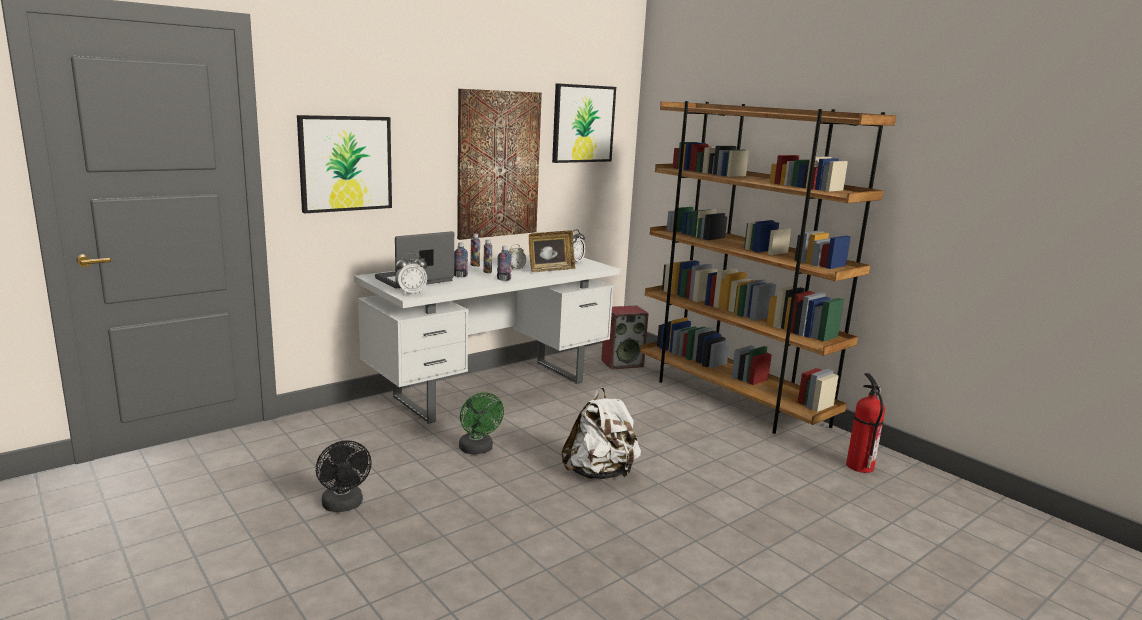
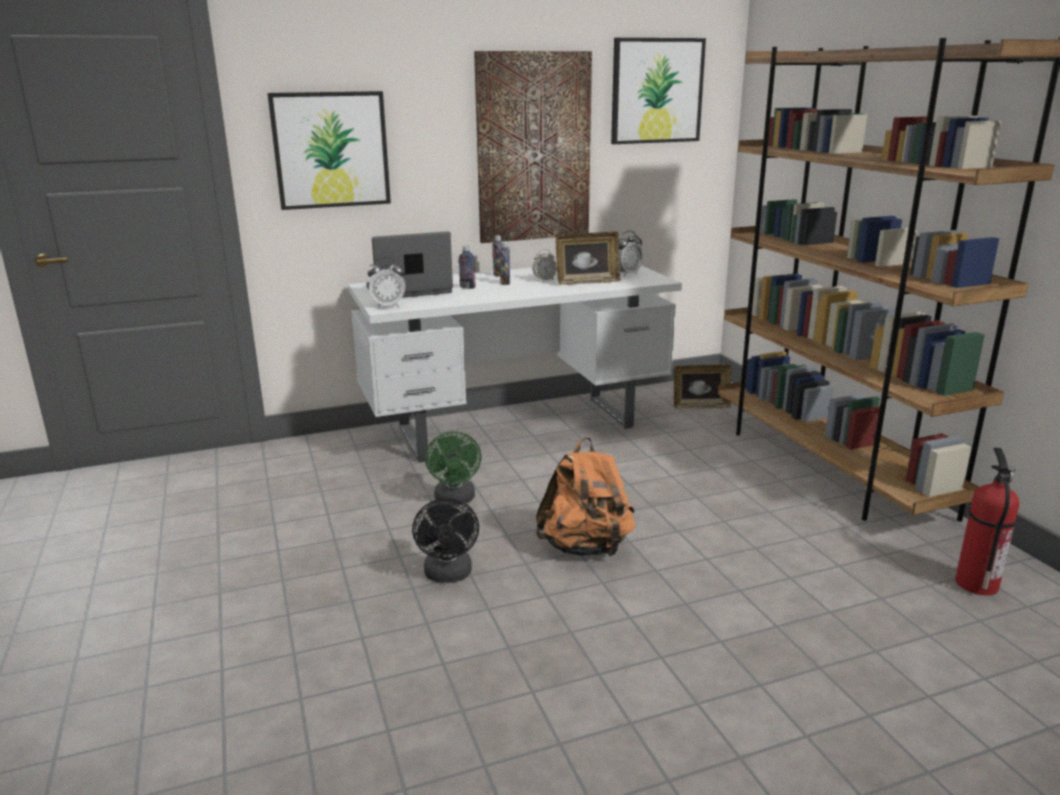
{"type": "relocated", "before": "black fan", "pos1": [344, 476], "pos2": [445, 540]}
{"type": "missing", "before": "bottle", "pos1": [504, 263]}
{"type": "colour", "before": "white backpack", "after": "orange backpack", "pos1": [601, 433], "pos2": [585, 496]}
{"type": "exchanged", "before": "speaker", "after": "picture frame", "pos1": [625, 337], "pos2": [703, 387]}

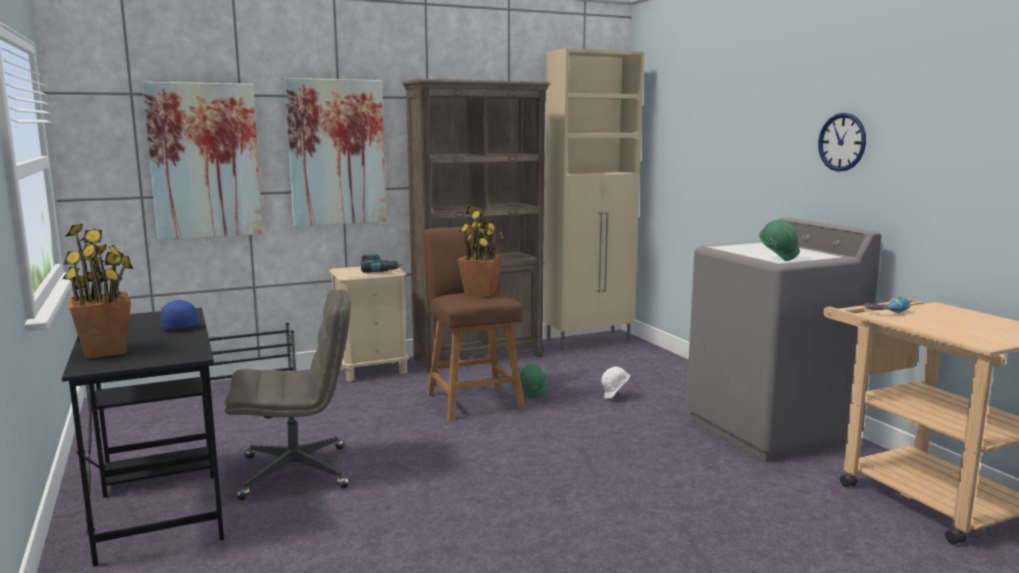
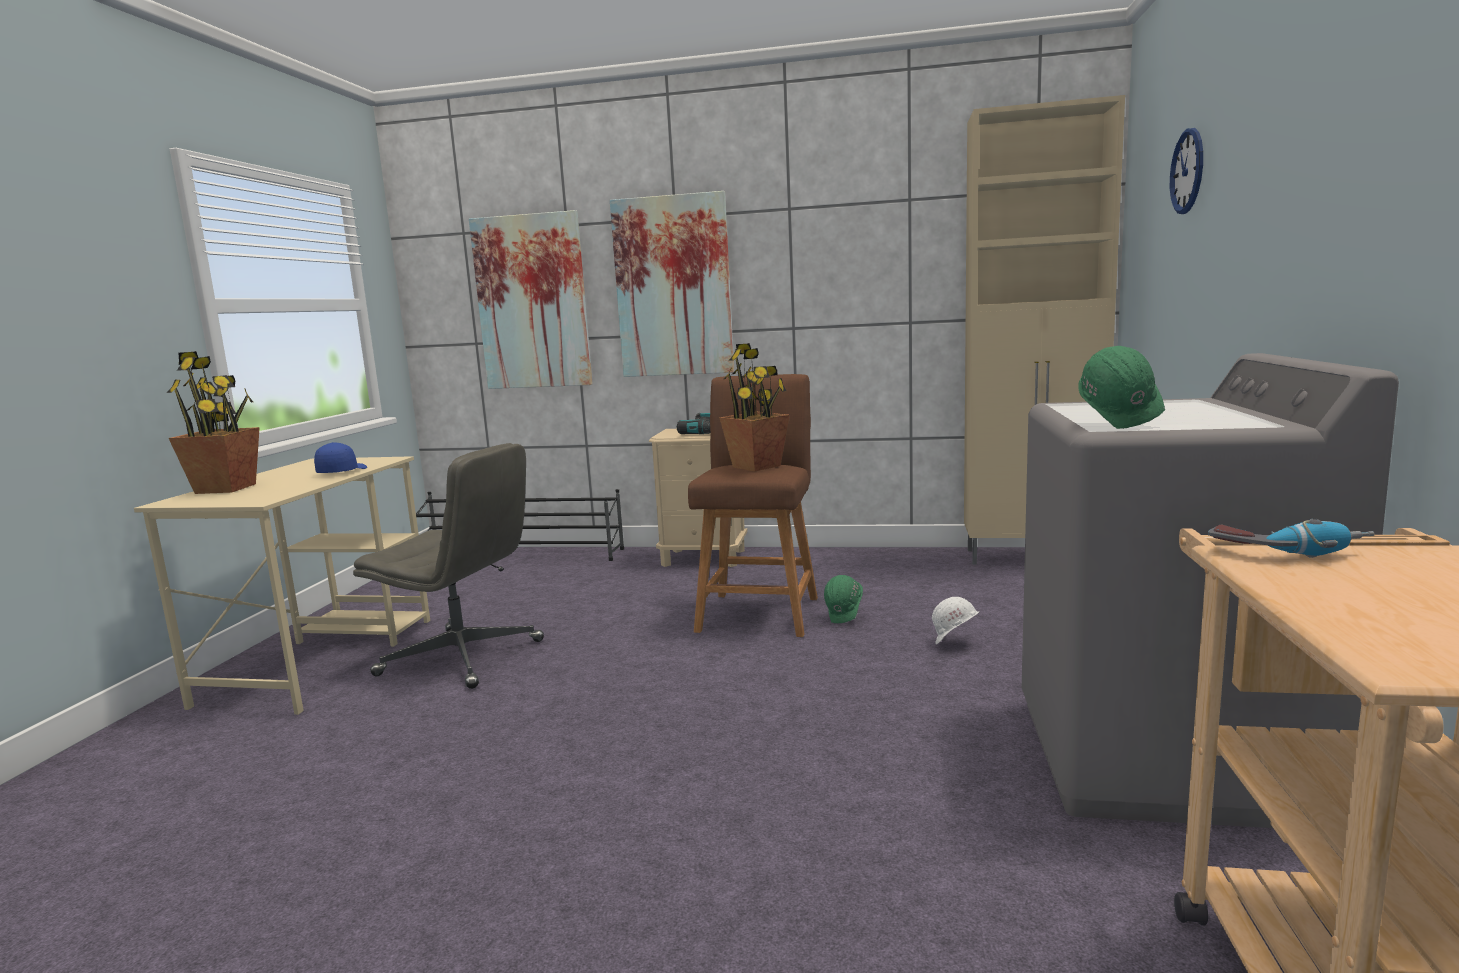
{"type": "colour", "before": "black desk", "after": "beige desk", "pos1": [143, 437], "pos2": [282, 585]}
{"type": "missing", "before": "brown bookcase", "pos1": [476, 225]}
{"type": "relocated", "before": "wall clock", "pos1": [842, 142], "pos2": [1186, 171]}

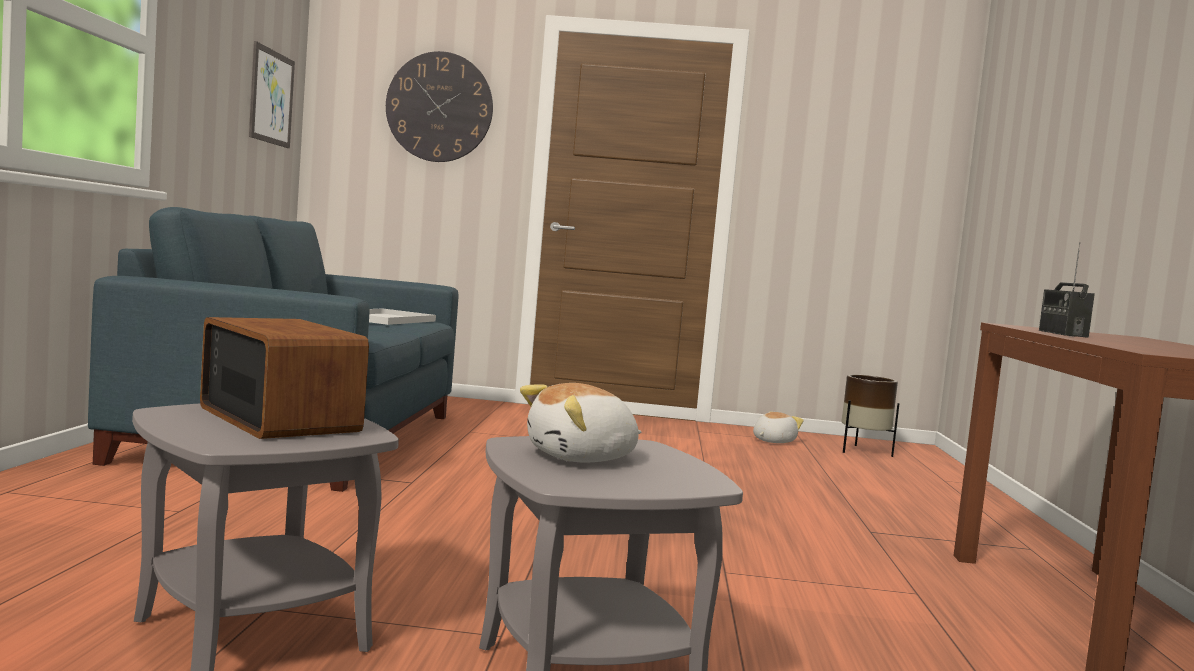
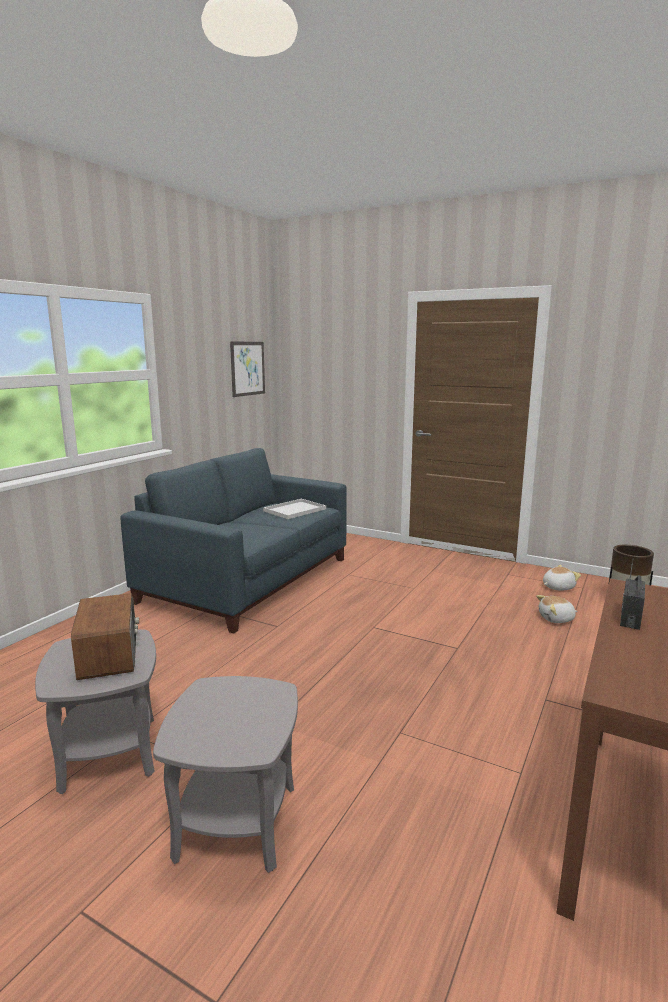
{"type": "missing", "before": "wall clock", "pos1": [439, 106]}
{"type": "relocated", "before": "plush toy", "pos1": [580, 423], "pos2": [557, 609]}

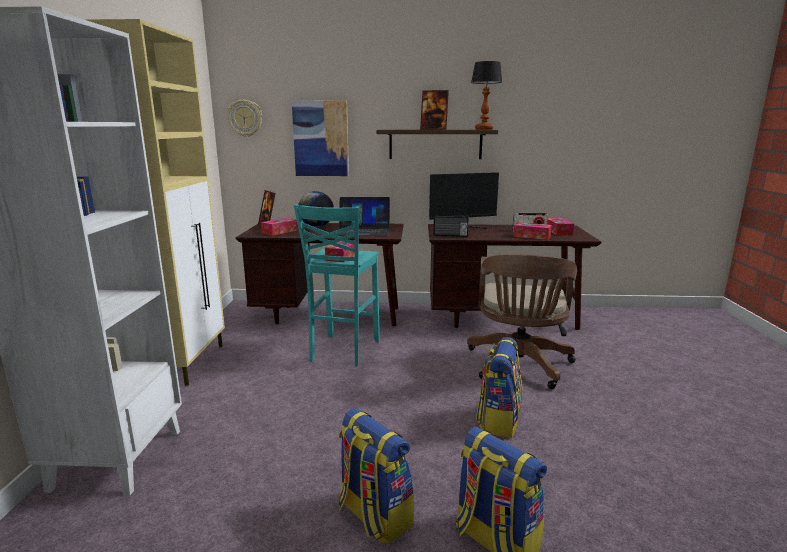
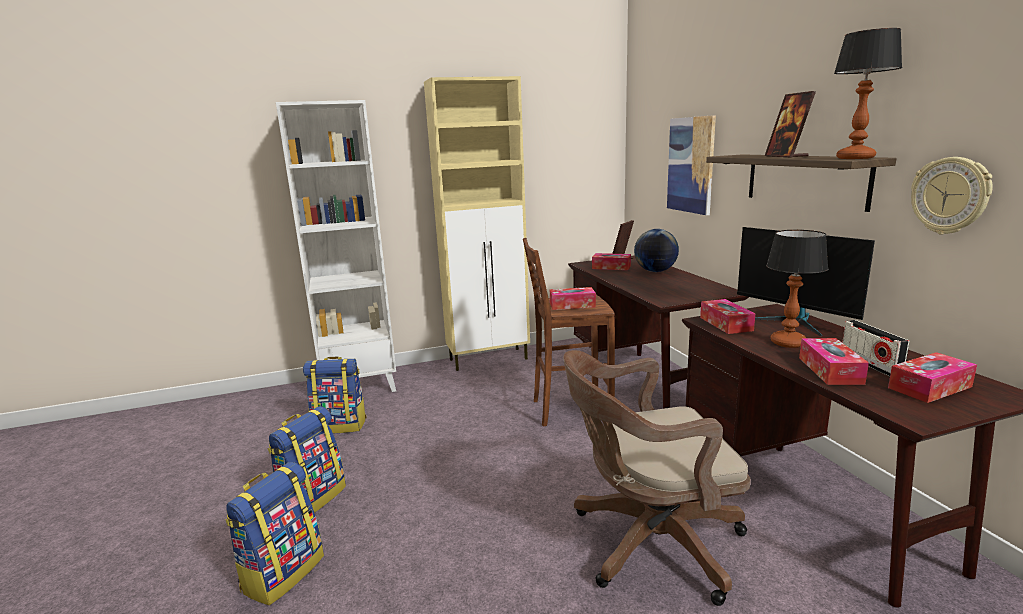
{"type": "relocated", "before": "wall clock", "pos1": [244, 118], "pos2": [952, 196]}
{"type": "colour", "before": "turquoise stool", "after": "brown stool", "pos1": [337, 285], "pos2": [569, 332]}
{"type": "missing", "before": "laptop", "pos1": [363, 216]}
{"type": "exchanged", "before": "radio", "after": "tissue box", "pos1": [451, 226], "pos2": [728, 316]}
{"type": "relocated", "before": "backpack", "pos1": [499, 387], "pos2": [335, 395]}
{"type": "appeared", "after": "table lamp", "pos2": [797, 289]}

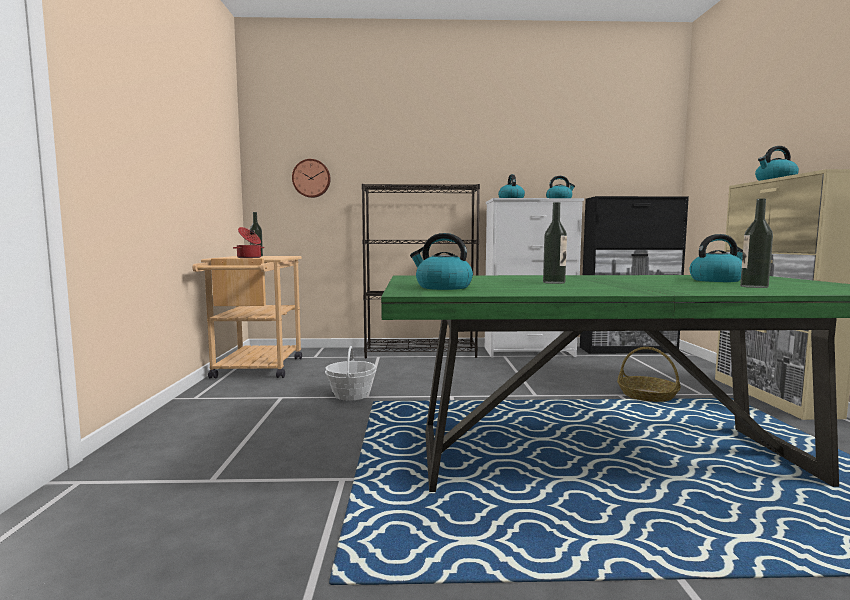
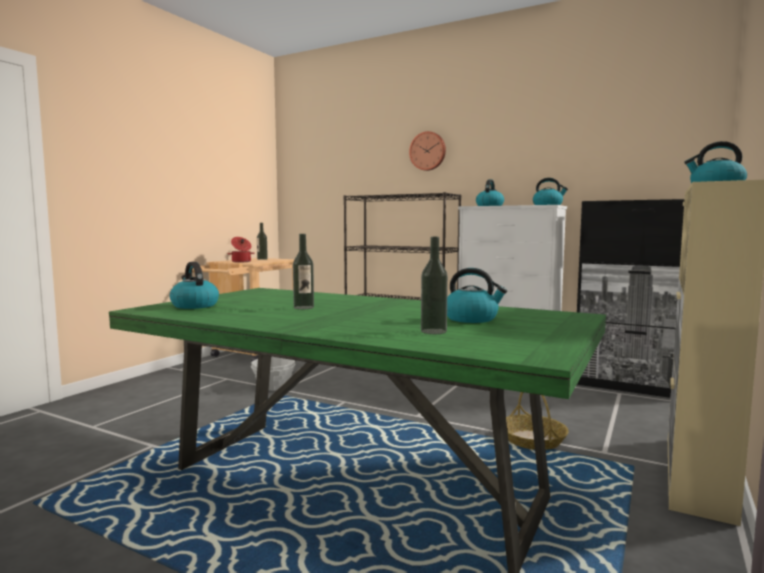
{"type": "relocated", "before": "wall clock", "pos1": [311, 178], "pos2": [427, 151]}

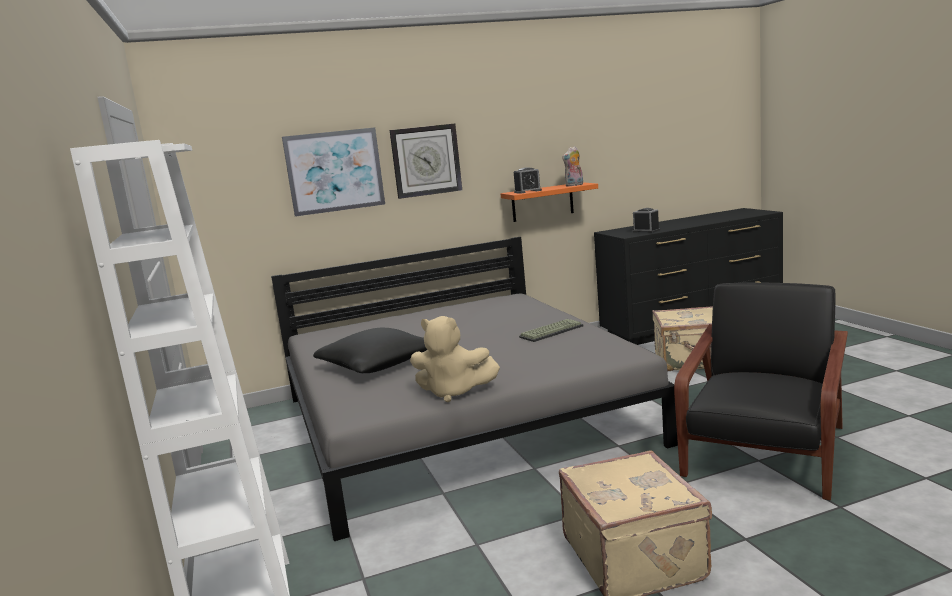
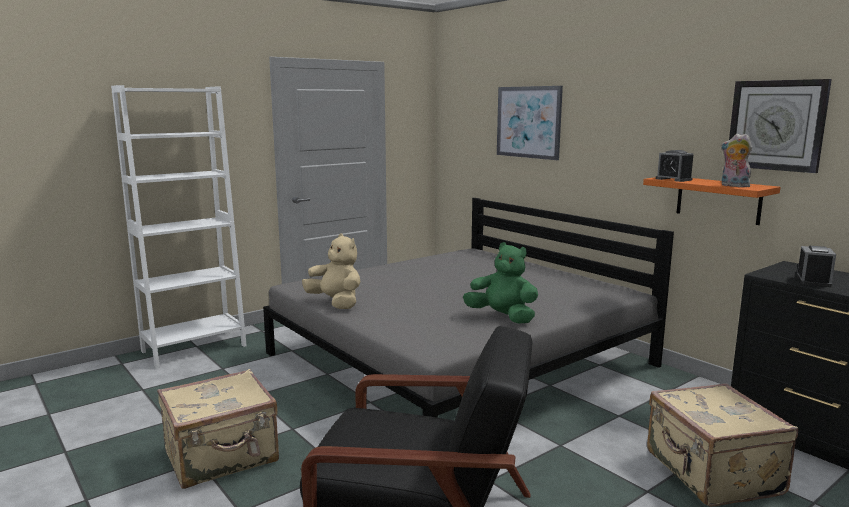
{"type": "missing", "before": "black pillow", "pos1": [370, 350]}
{"type": "relocated", "before": "wall clock", "pos1": [426, 161], "pos2": [780, 126]}
{"type": "spun", "before": "beige plush toy", "pos1": [455, 359], "pos2": [331, 271], "turn": 135}
{"type": "exchanged", "before": "keyboard", "after": "green plush toy", "pos1": [551, 330], "pos2": [500, 283]}

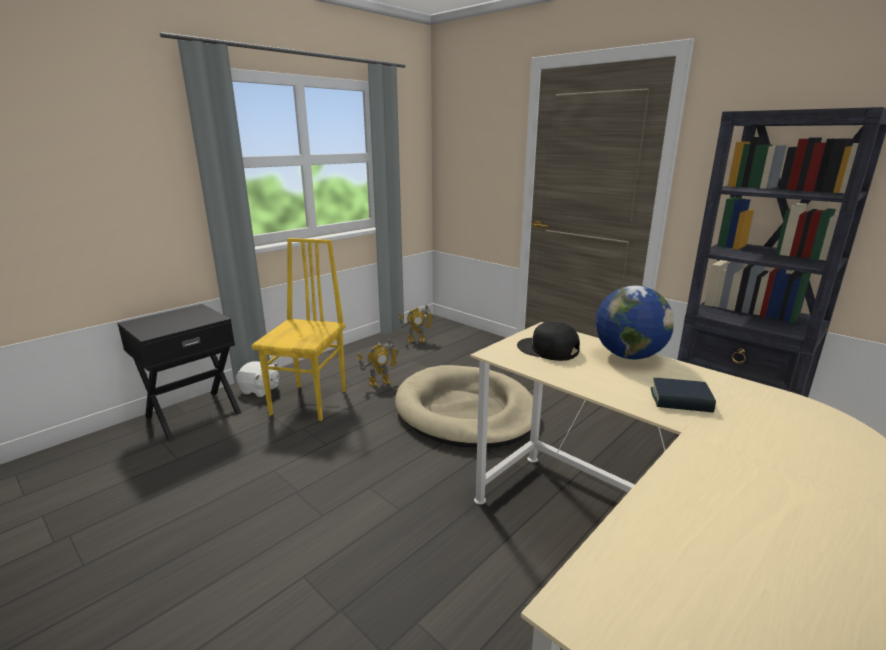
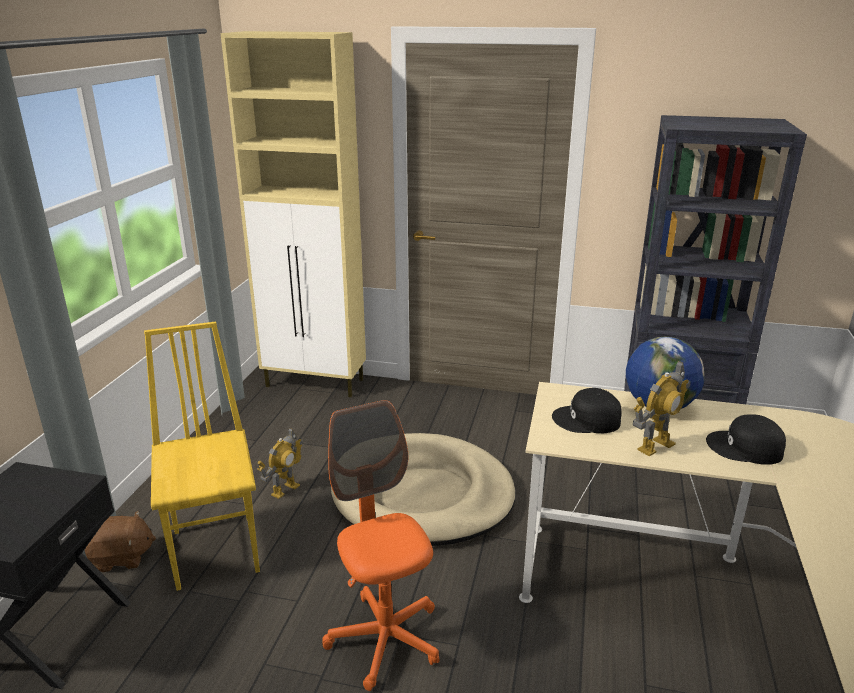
{"type": "colour", "before": "white plush toy", "after": "brown plush toy", "pos1": [257, 379], "pos2": [120, 541]}
{"type": "relocated", "before": "toy robot", "pos1": [416, 323], "pos2": [661, 408]}
{"type": "exchanged", "before": "book", "after": "black cap", "pos1": [683, 395], "pos2": [746, 439]}
{"type": "appeared", "after": "beige cabinet", "pos2": [293, 214]}
{"type": "appeared", "after": "orange office chair", "pos2": [380, 545]}

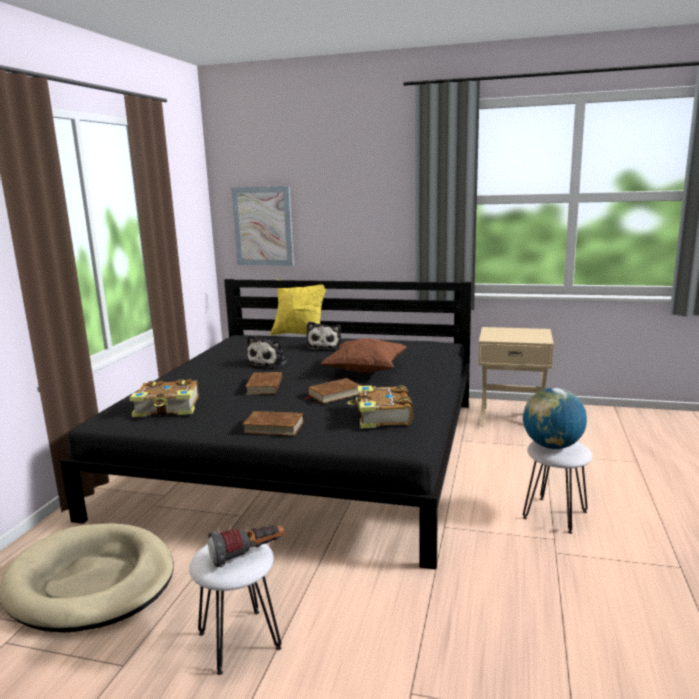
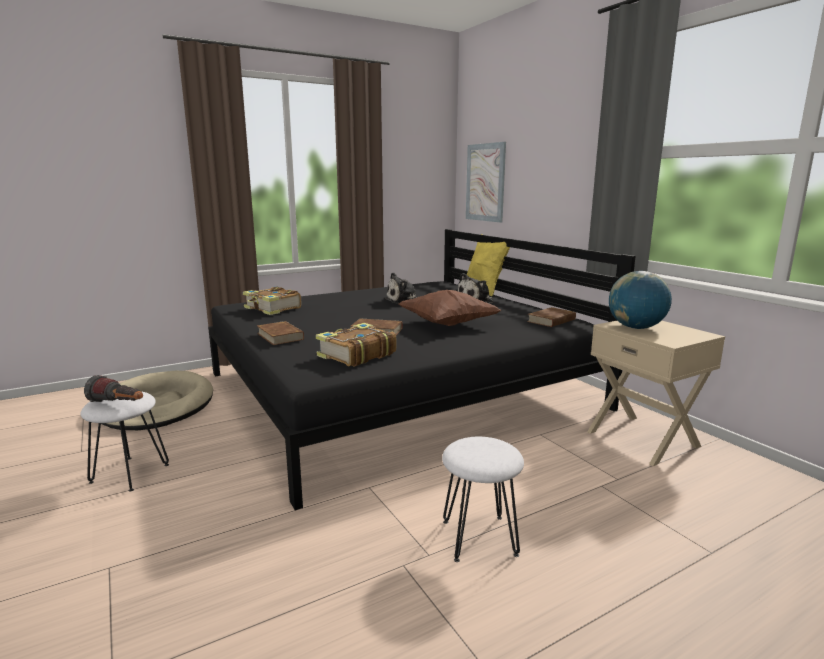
{"type": "relocated", "before": "brown book", "pos1": [263, 383], "pos2": [551, 317]}
{"type": "relocated", "before": "globe", "pos1": [555, 418], "pos2": [640, 300]}

